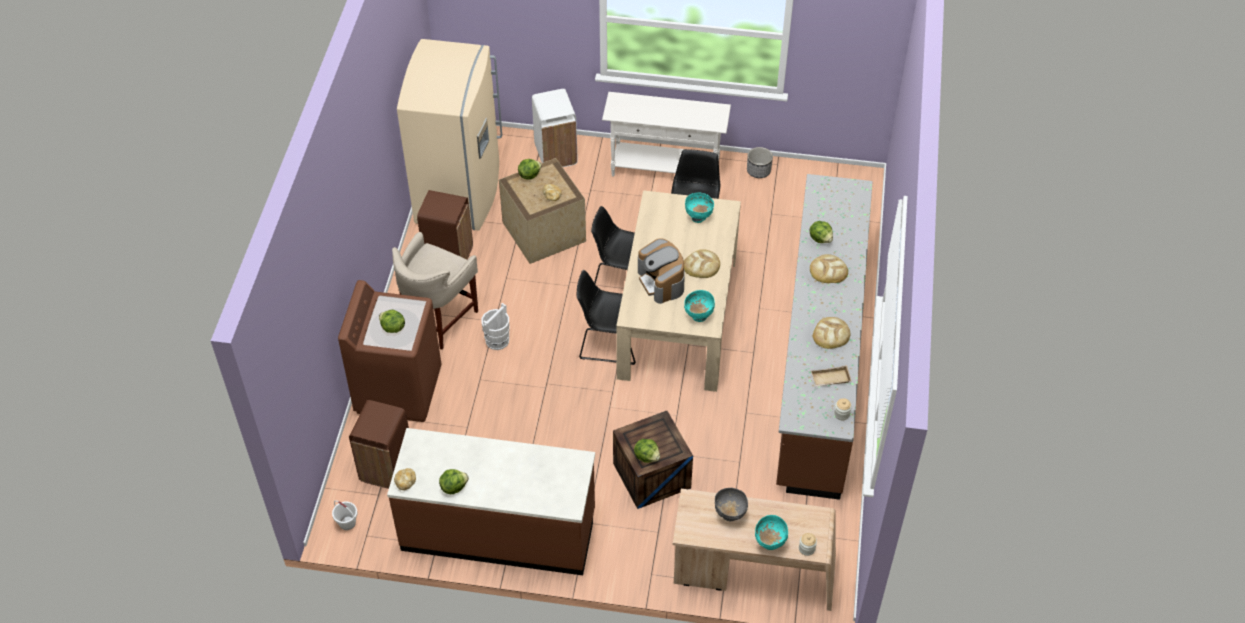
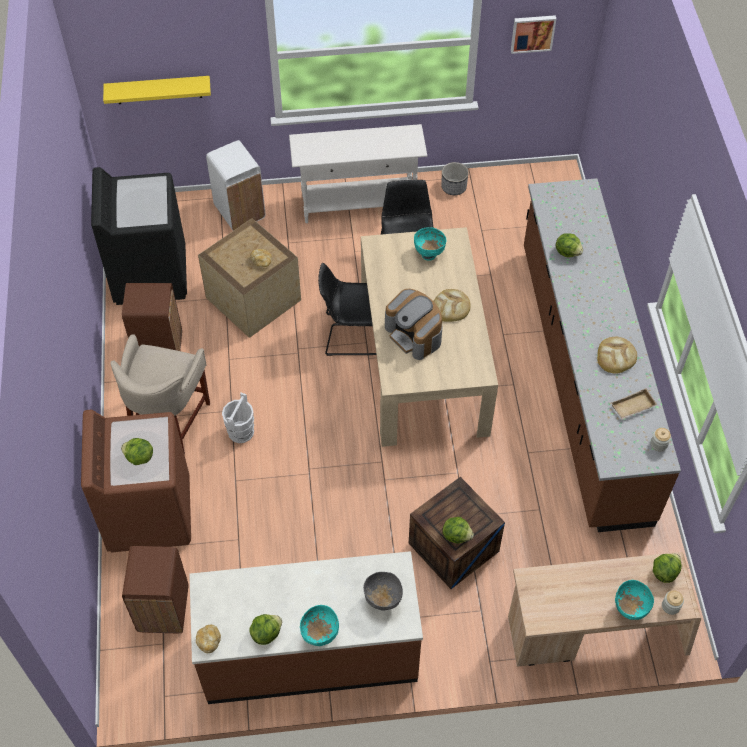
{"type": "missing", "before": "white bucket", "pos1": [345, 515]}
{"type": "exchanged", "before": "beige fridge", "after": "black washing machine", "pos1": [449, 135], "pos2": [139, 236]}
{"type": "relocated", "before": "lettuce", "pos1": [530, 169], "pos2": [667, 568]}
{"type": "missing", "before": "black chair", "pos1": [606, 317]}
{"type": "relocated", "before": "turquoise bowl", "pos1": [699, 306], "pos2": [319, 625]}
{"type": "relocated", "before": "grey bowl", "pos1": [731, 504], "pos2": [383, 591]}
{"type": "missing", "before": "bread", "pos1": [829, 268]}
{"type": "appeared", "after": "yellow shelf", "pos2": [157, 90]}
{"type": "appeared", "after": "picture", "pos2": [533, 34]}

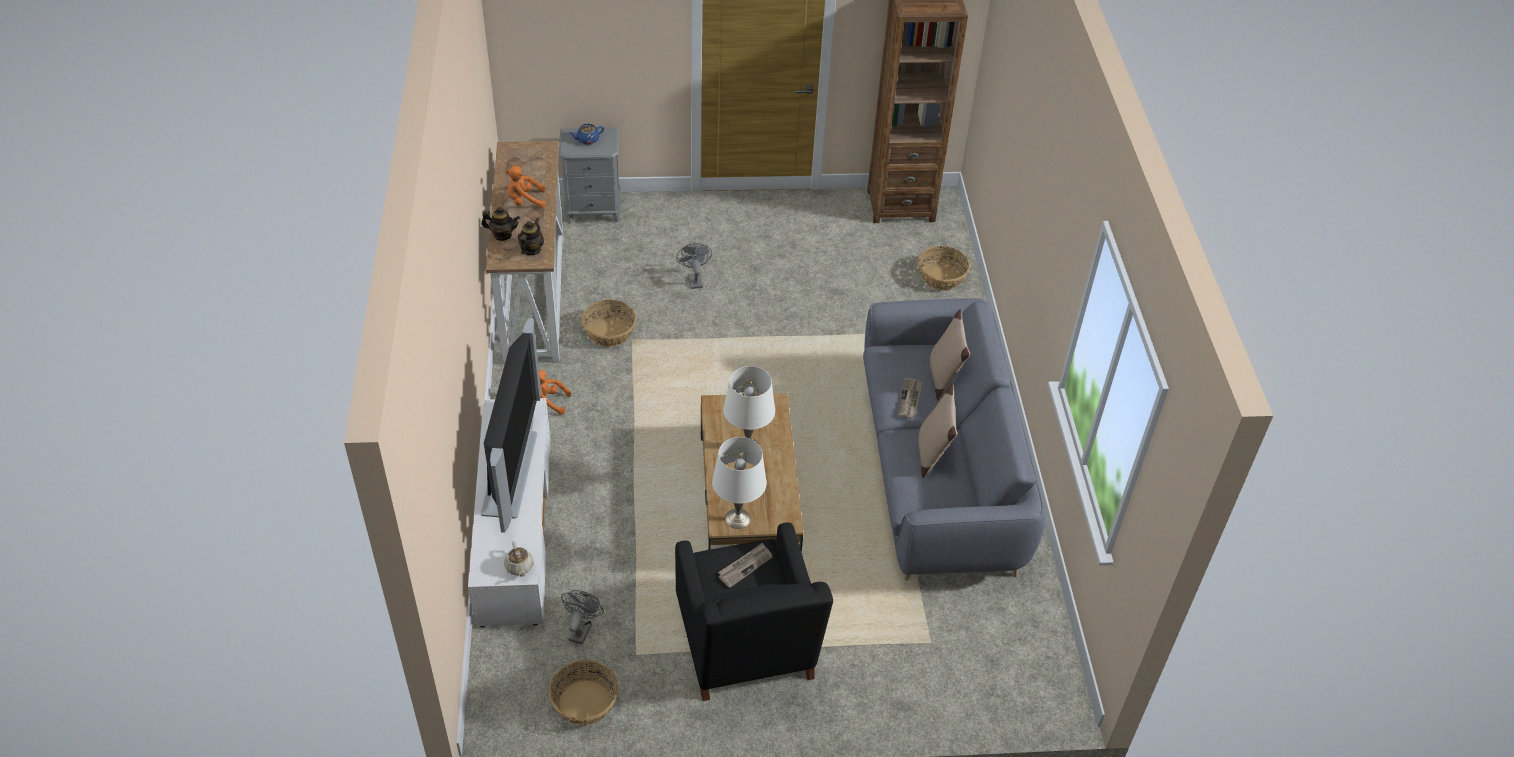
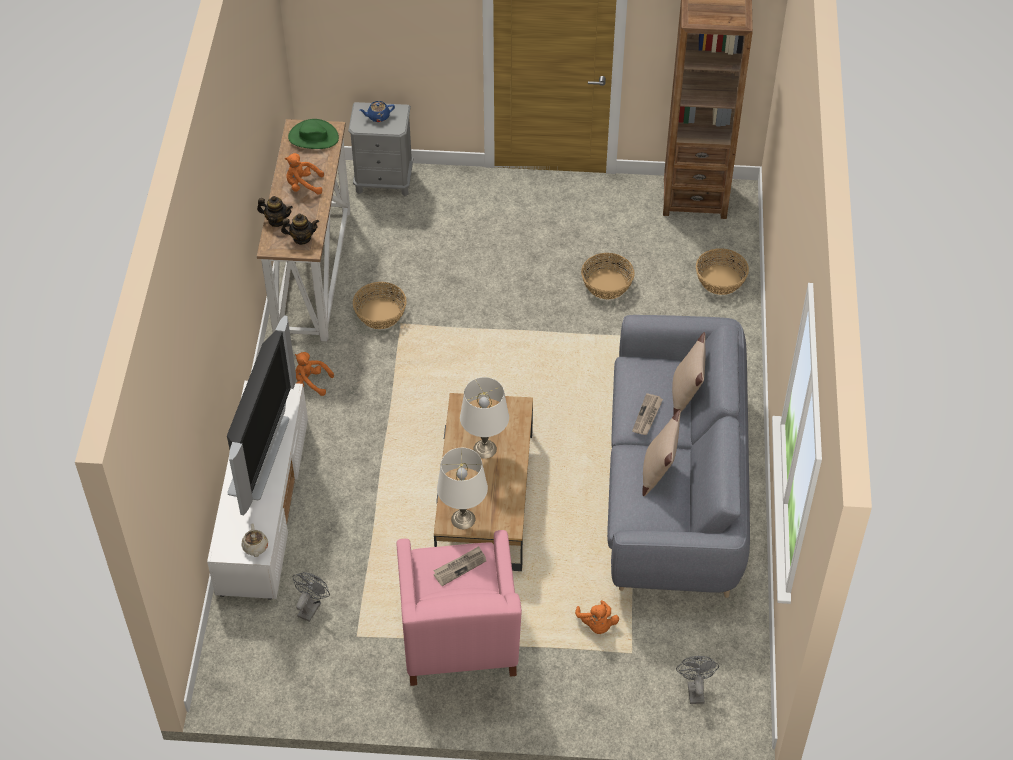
{"type": "spun", "before": "teapot", "pos1": [531, 236], "pos2": [300, 229], "turn": 60}
{"type": "relocated", "before": "basket", "pos1": [583, 692], "pos2": [608, 276]}
{"type": "colour", "before": "black armchair", "after": "pink armchair", "pos1": [754, 611], "pos2": [459, 608]}
{"type": "relocated", "before": "grey fan", "pos1": [694, 266], "pos2": [697, 680]}
{"type": "appeared", "after": "green hat", "pos2": [313, 134]}
{"type": "appeared", "after": "orange plush toy", "pos2": [597, 617]}

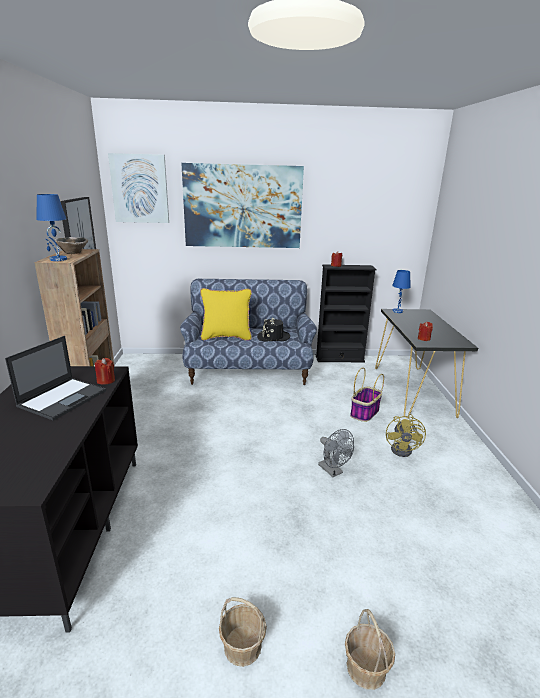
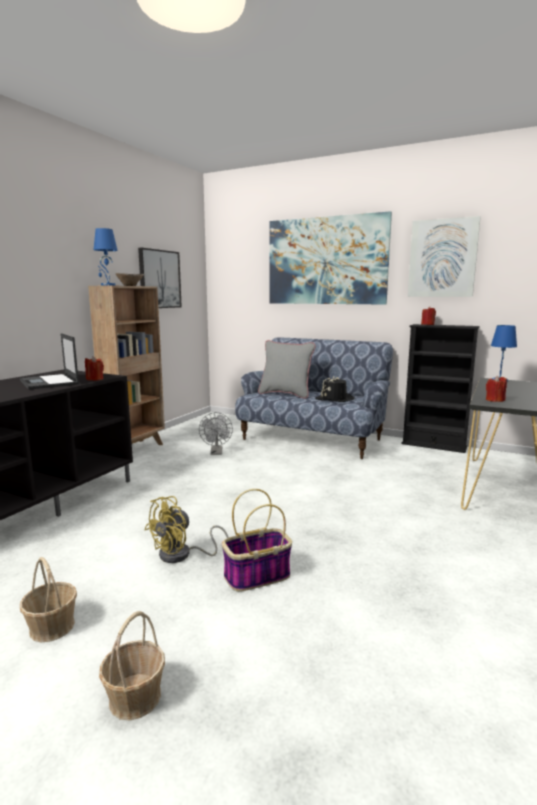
{"type": "spun", "before": "laptop", "pos1": [55, 378], "pos2": [49, 361], "turn": 90}
{"type": "relocated", "before": "picture", "pos1": [138, 188], "pos2": [444, 256]}
{"type": "colour", "before": "yellow pillow", "after": "grey pillow", "pos1": [226, 314], "pos2": [287, 369]}
{"type": "relocated", "before": "grey fan", "pos1": [336, 453], "pos2": [216, 433]}
{"type": "relocated", "before": "basket", "pos1": [367, 395], "pos2": [257, 540]}
{"type": "relocated", "before": "yellow fan", "pos1": [406, 435], "pos2": [186, 529]}

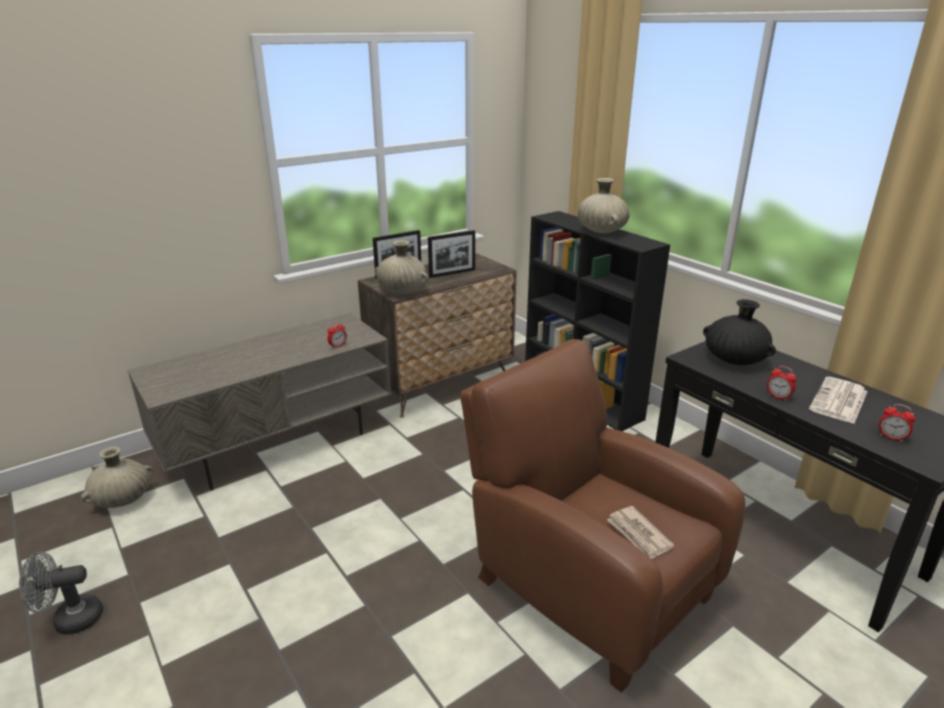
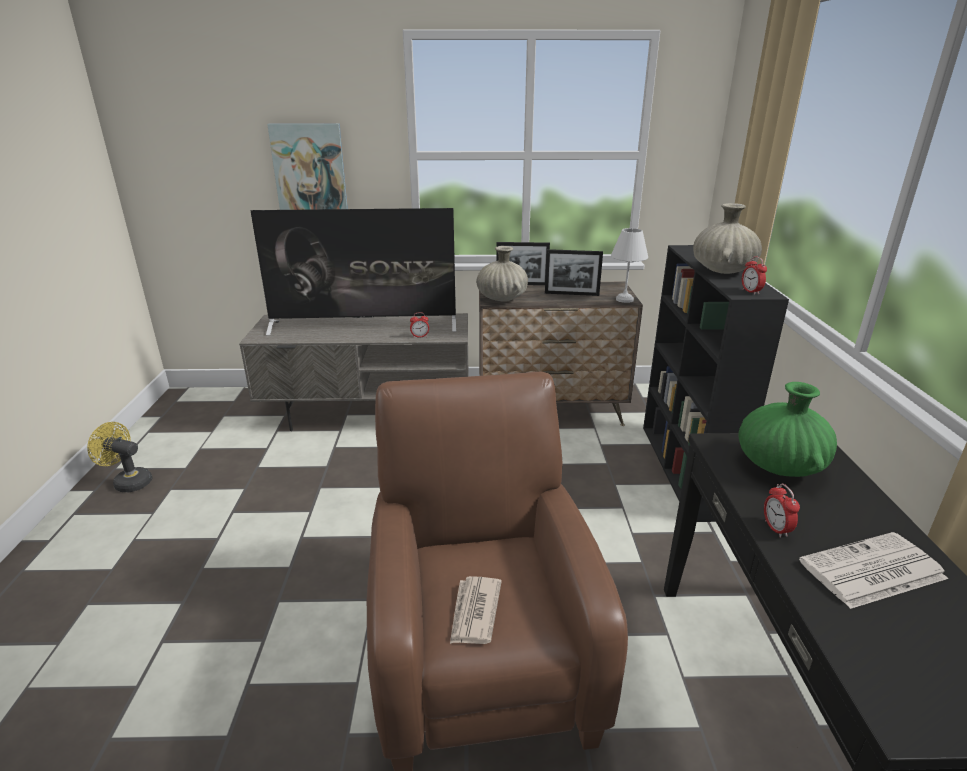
{"type": "colour", "before": "grey fan", "after": "yellow fan", "pos1": [61, 593], "pos2": [120, 457]}
{"type": "missing", "before": "beige vase", "pos1": [117, 477]}
{"type": "colour", "before": "black vase", "after": "green vase", "pos1": [739, 332], "pos2": [787, 429]}
{"type": "relocated", "before": "alarm clock", "pos1": [897, 423], "pos2": [754, 275]}
{"type": "appeared", "after": "television", "pos2": [353, 272]}
{"type": "appeared", "after": "picture", "pos2": [307, 166]}
{"type": "appeared", "after": "white table lamp", "pos2": [629, 265]}

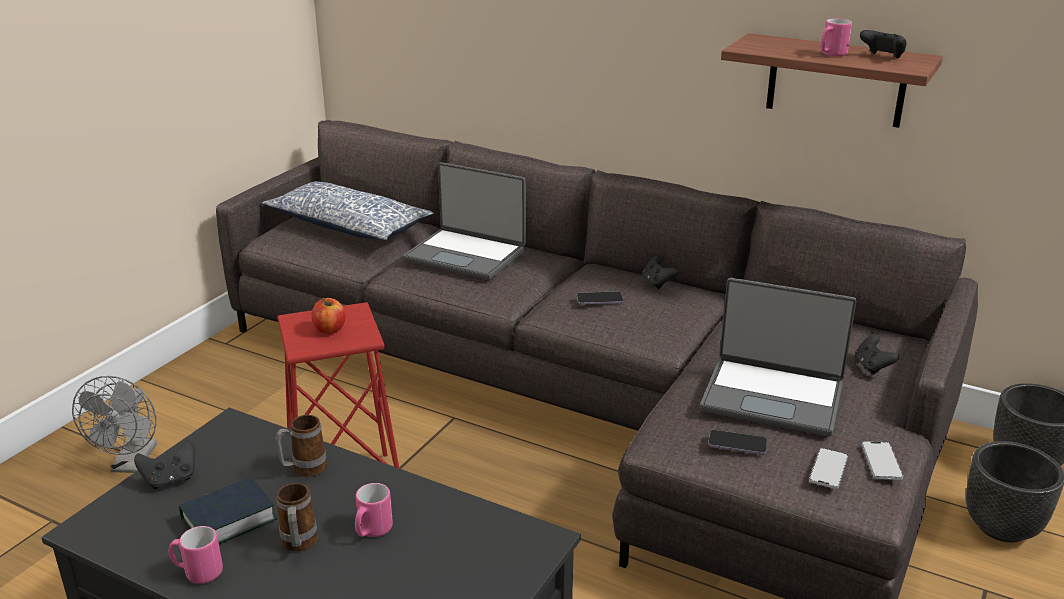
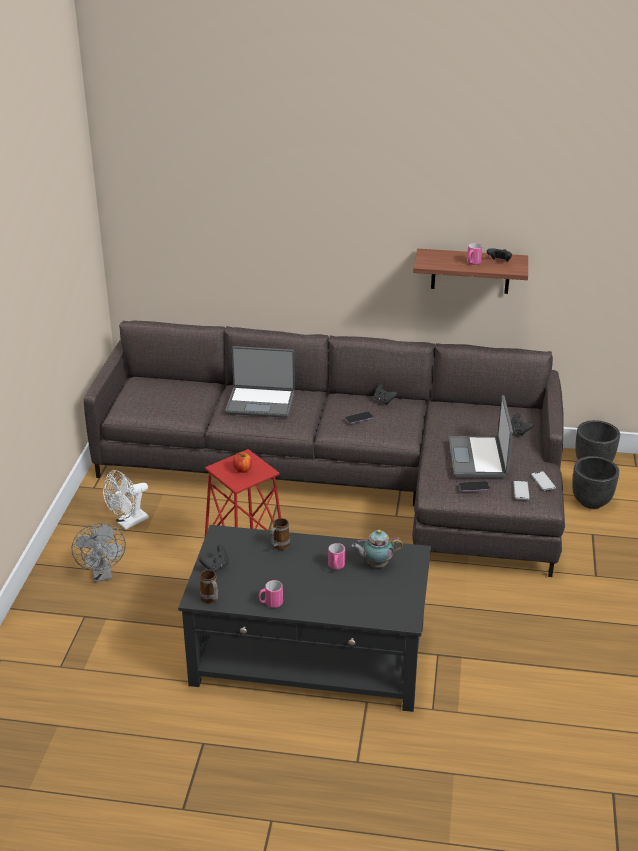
{"type": "missing", "before": "book", "pos1": [228, 510]}
{"type": "missing", "before": "pillow", "pos1": [348, 211]}
{"type": "relocated", "before": "mug", "pos1": [297, 517], "pos2": [209, 587]}
{"type": "spun", "before": "laptop", "pos1": [778, 357], "pos2": [481, 436], "turn": 90}
{"type": "appeared", "after": "white fan", "pos2": [126, 500]}
{"type": "appeared", "after": "teapot", "pos2": [377, 548]}

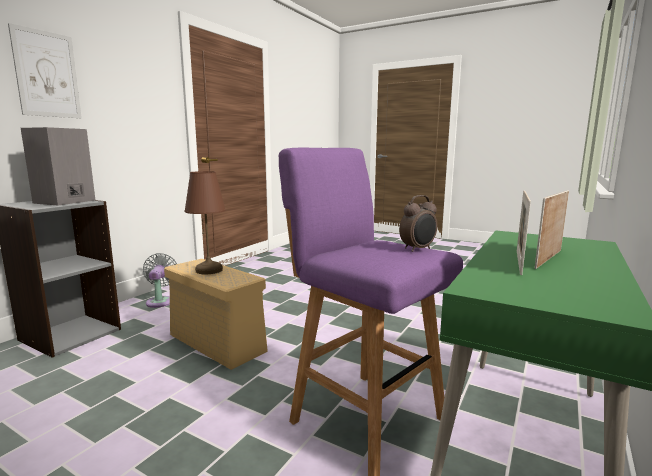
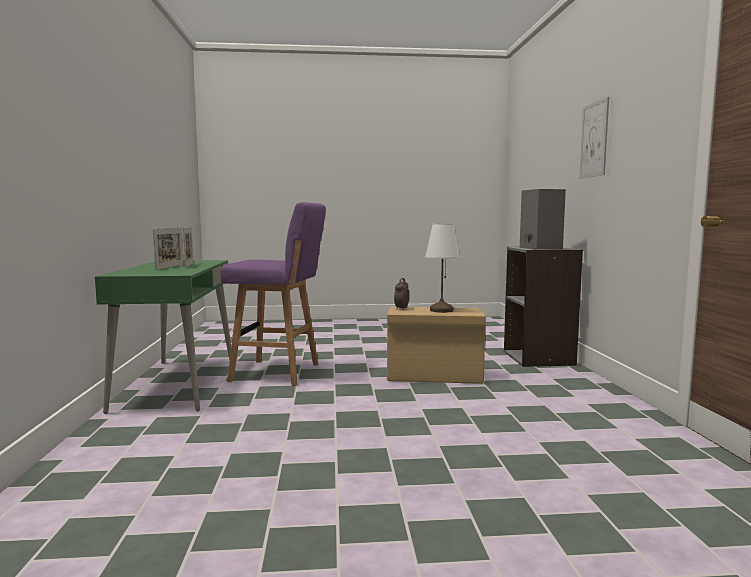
{"type": "missing", "before": "grey fan", "pos1": [160, 280]}
{"type": "colour", "before": "brown table lamp", "after": "white table lamp", "pos1": [205, 222], "pos2": [442, 268]}
{"type": "relocated", "before": "alarm clock", "pos1": [418, 223], "pos2": [401, 293]}

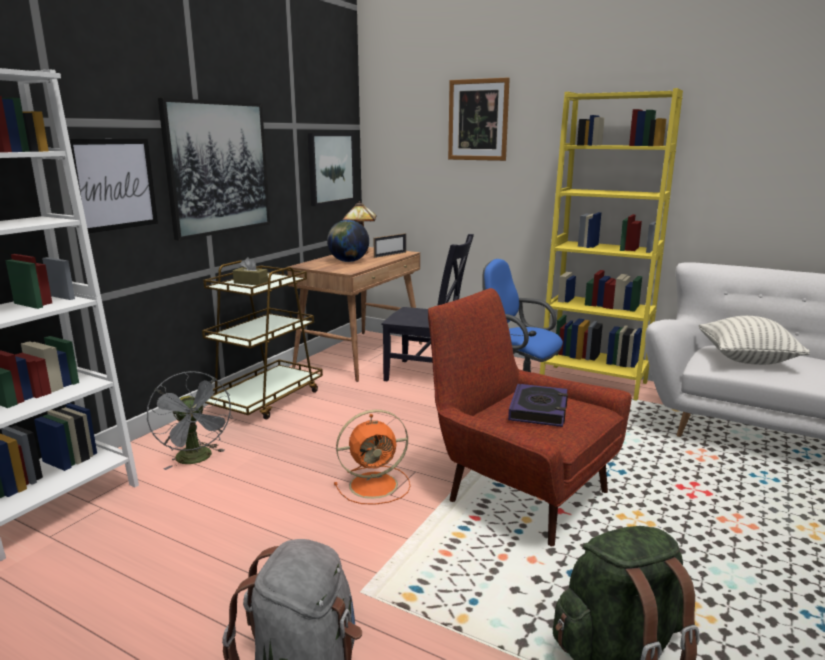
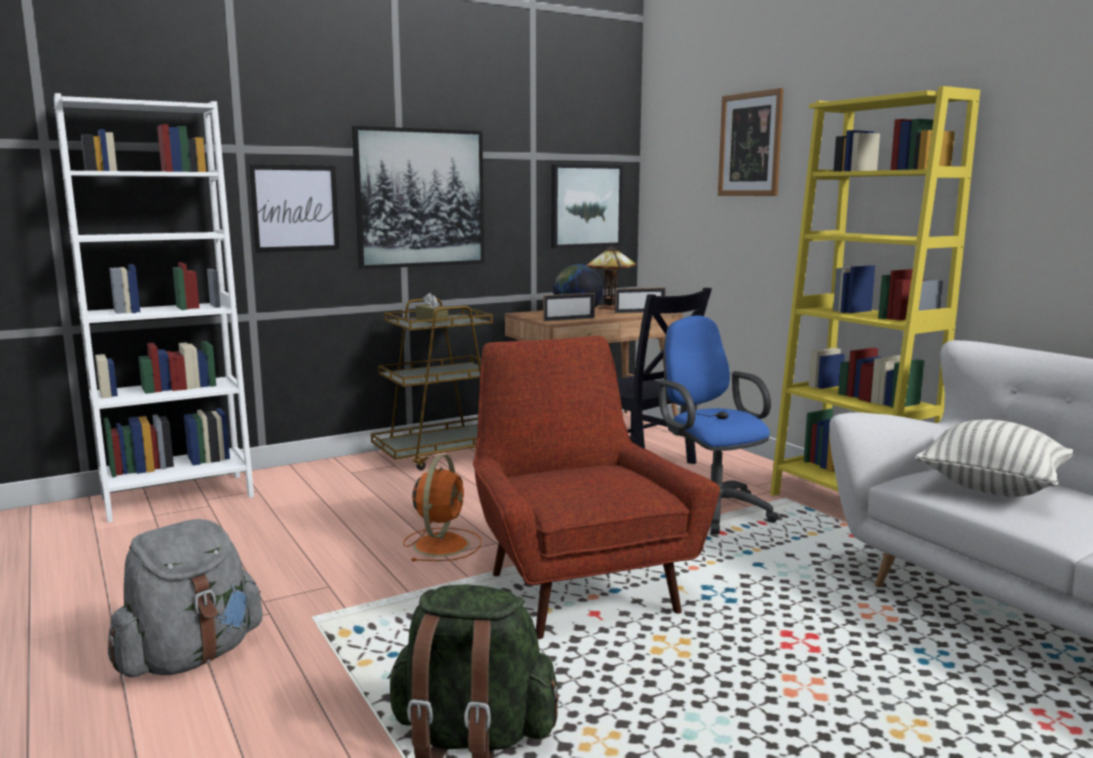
{"type": "missing", "before": "grey fan", "pos1": [189, 420]}
{"type": "spun", "before": "orange fan", "pos1": [372, 457], "pos2": [442, 507], "turn": -90}
{"type": "missing", "before": "book", "pos1": [538, 405]}
{"type": "appeared", "after": "picture frame", "pos2": [569, 307]}

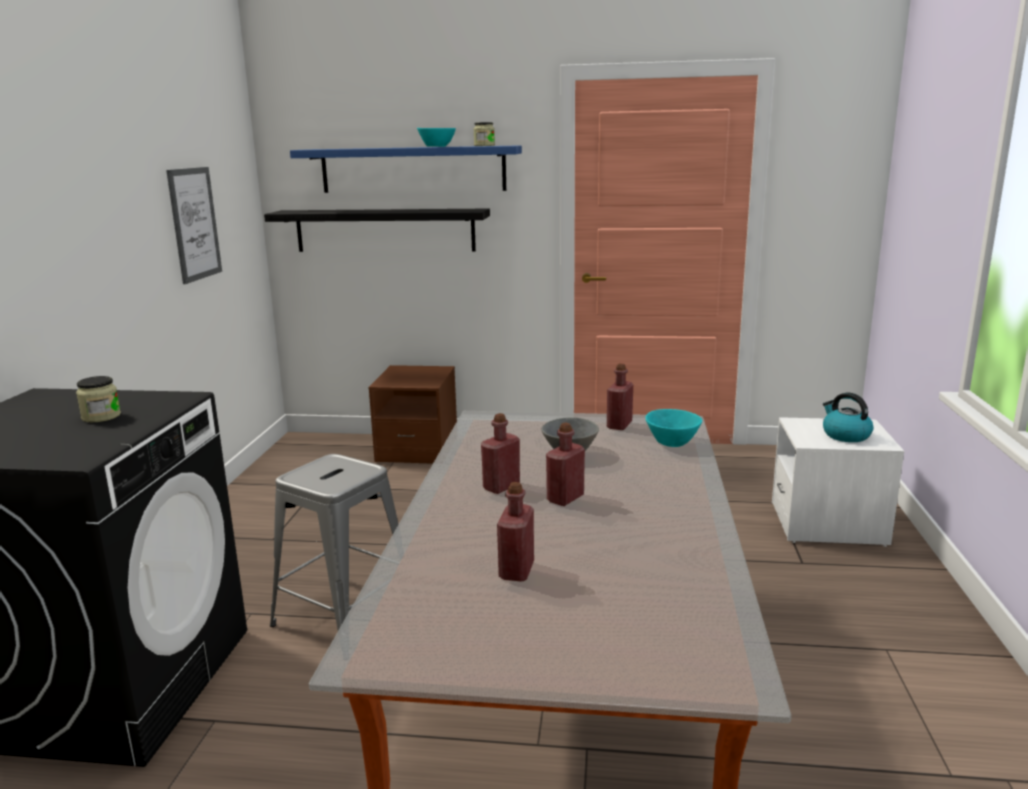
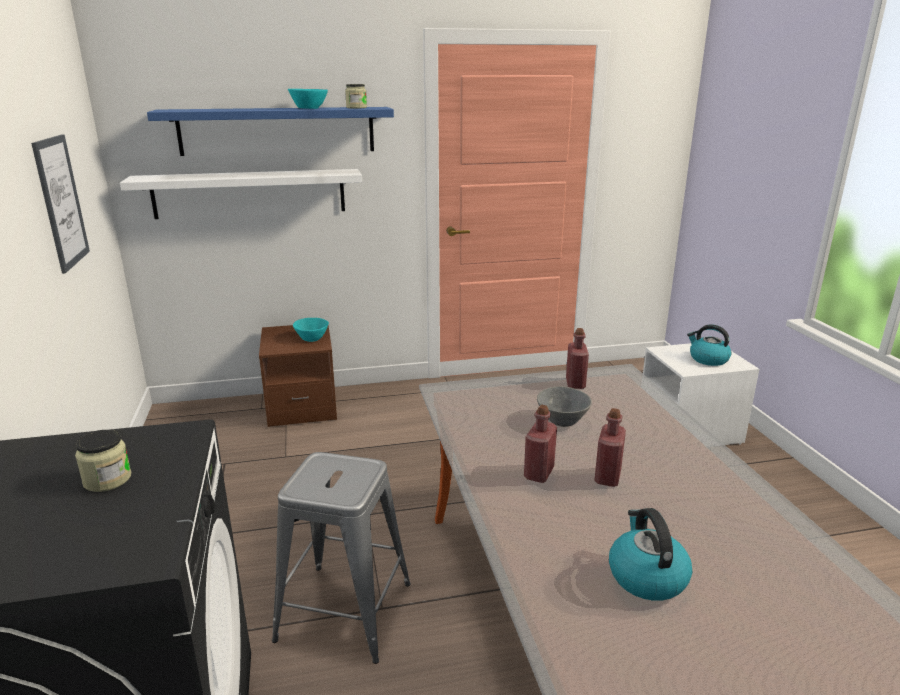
{"type": "colour", "before": "black shelf", "after": "white shelf", "pos1": [377, 230], "pos2": [241, 194]}
{"type": "exchanged", "before": "red bottle", "after": "kettle", "pos1": [515, 532], "pos2": [650, 554]}
{"type": "relocated", "before": "turquoise bowl", "pos1": [673, 428], "pos2": [311, 330]}

